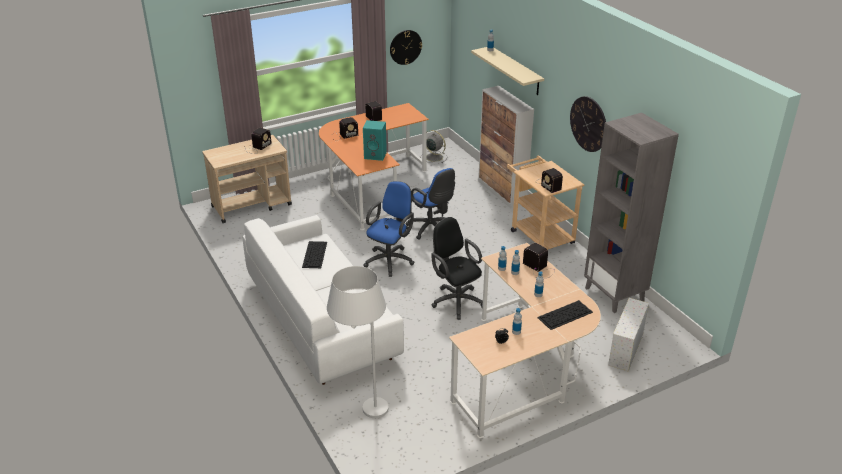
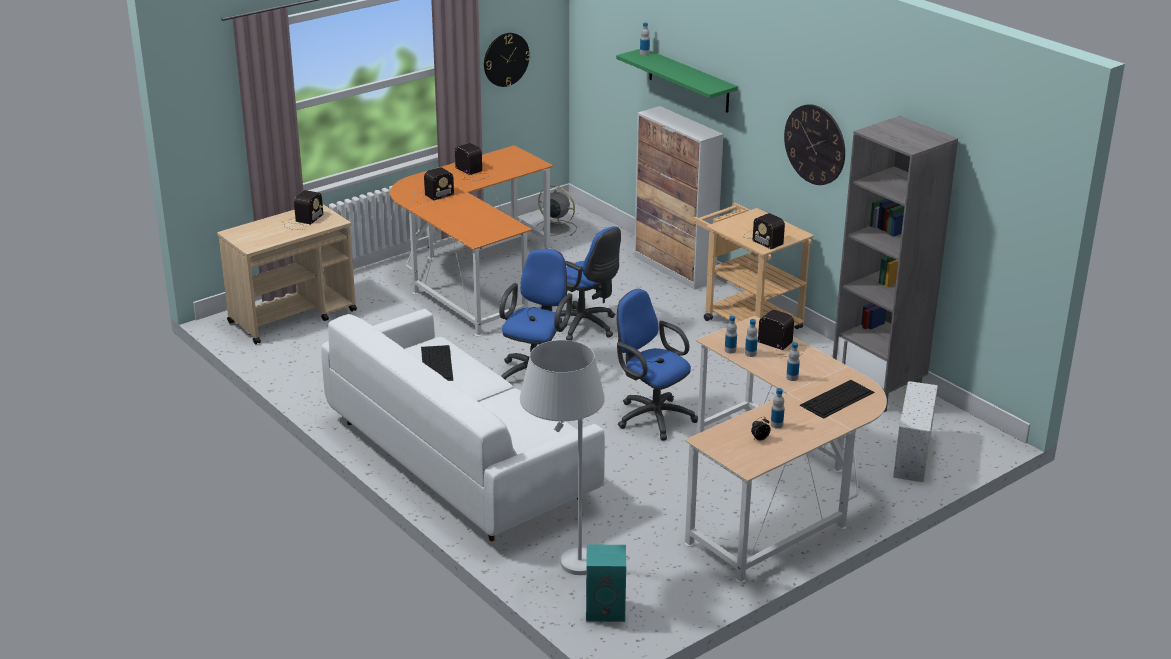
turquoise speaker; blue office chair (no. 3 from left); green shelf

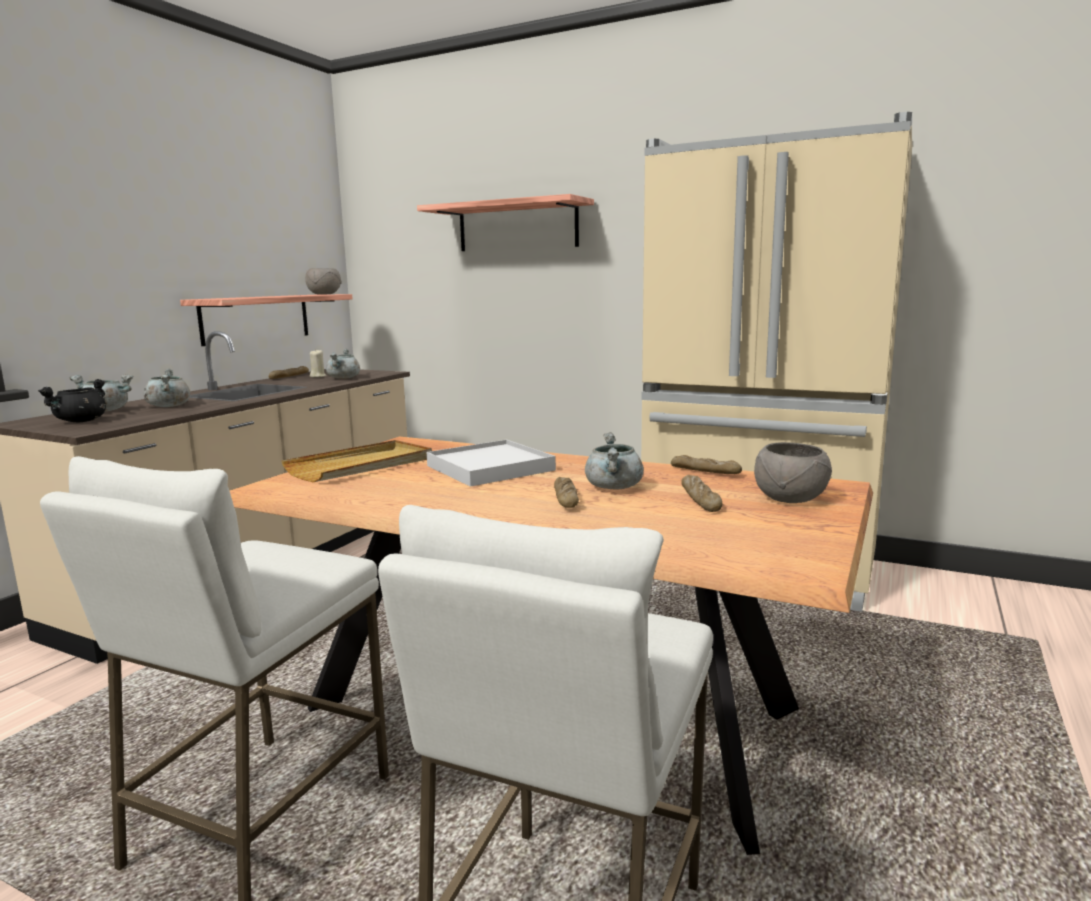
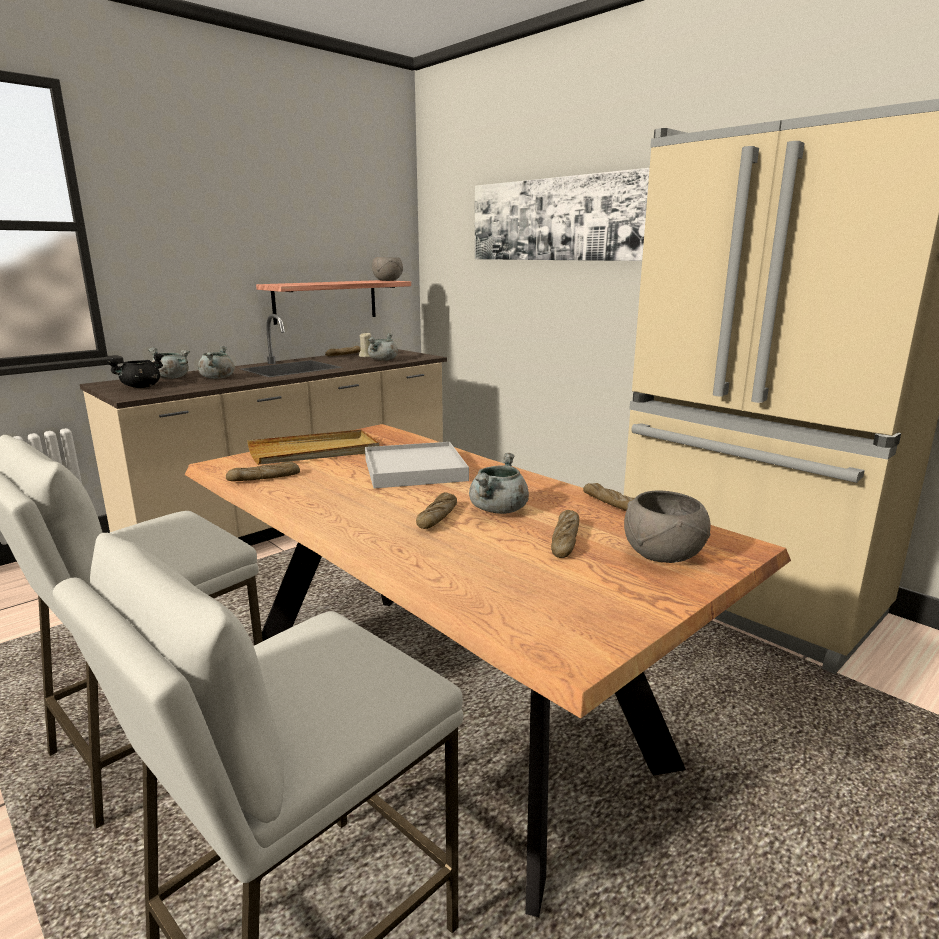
picture; bread (no. 1 from left)

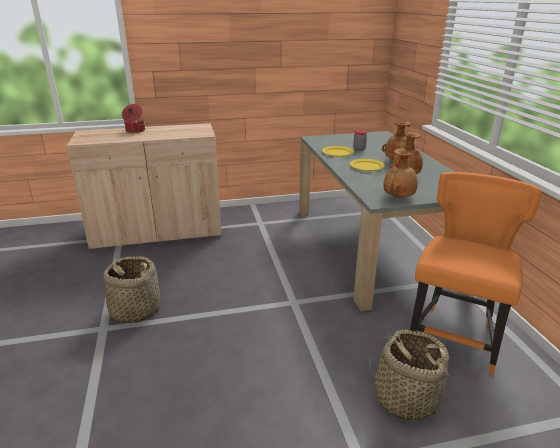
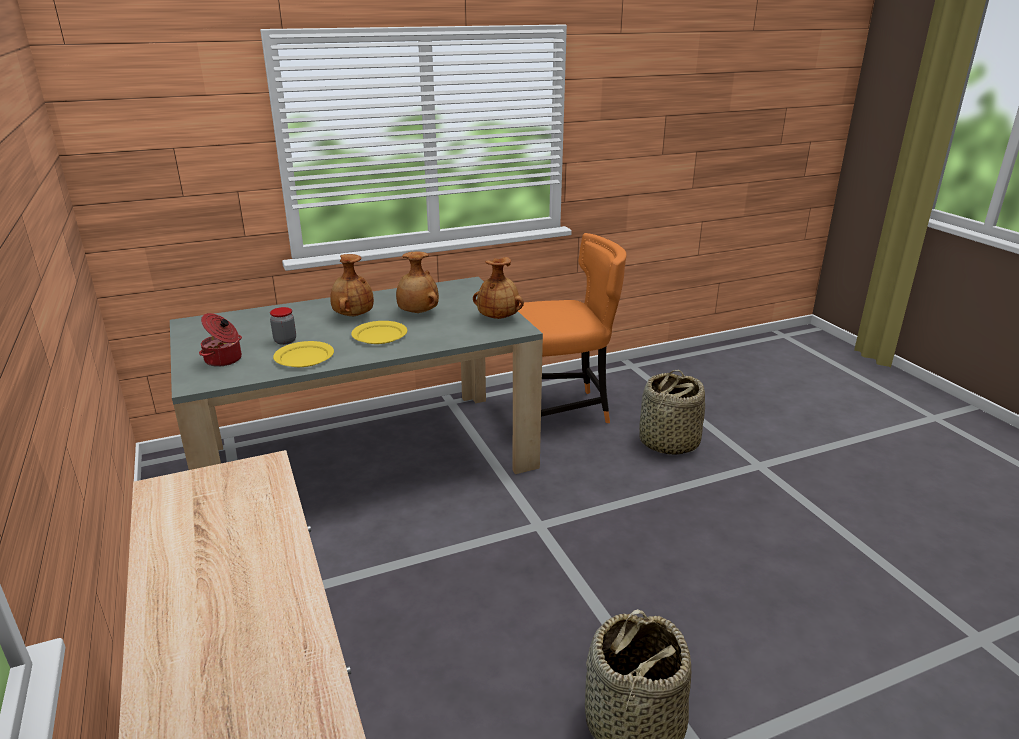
cooking pot; orange chair

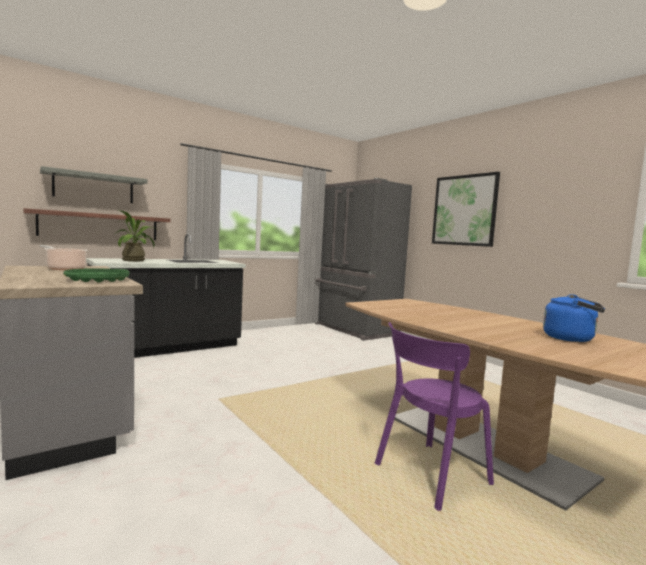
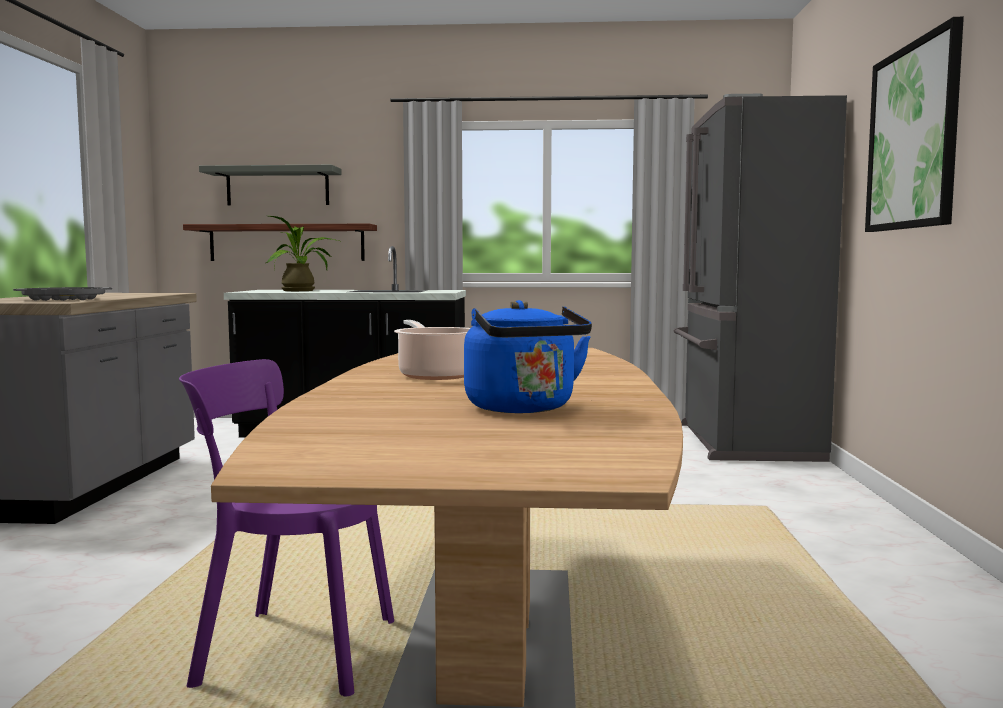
cooking pot; grey tray

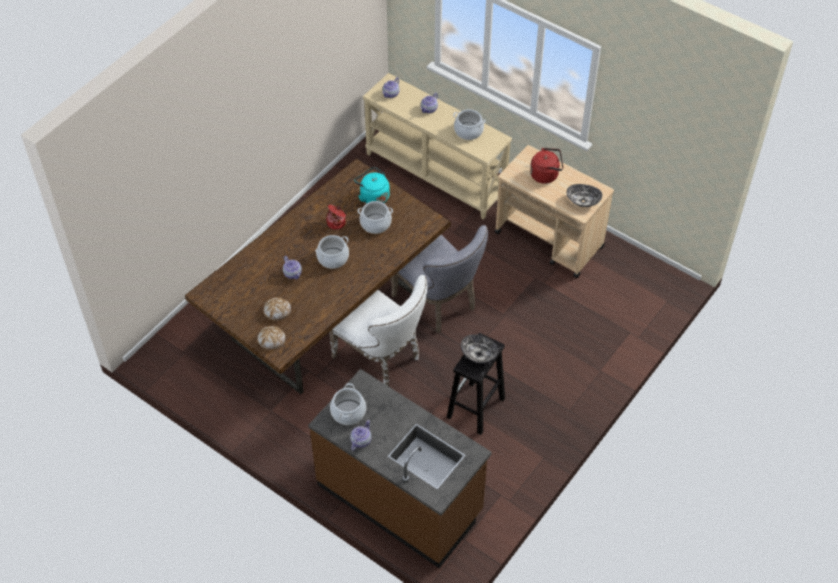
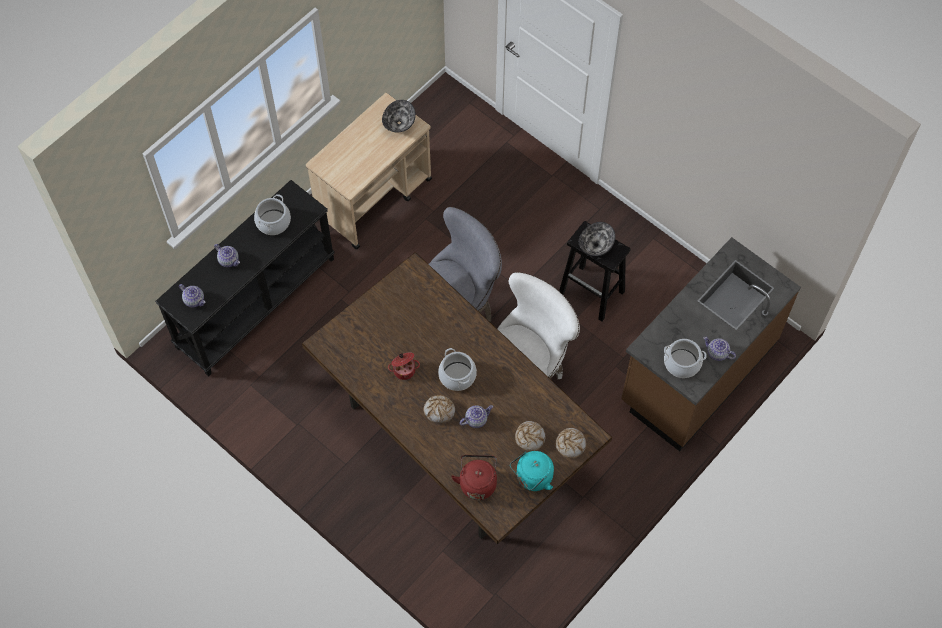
turquoise kettle; cooking pot (no. 4 from left in the first image); black console table; red kettle; bread (no. 1 from left)

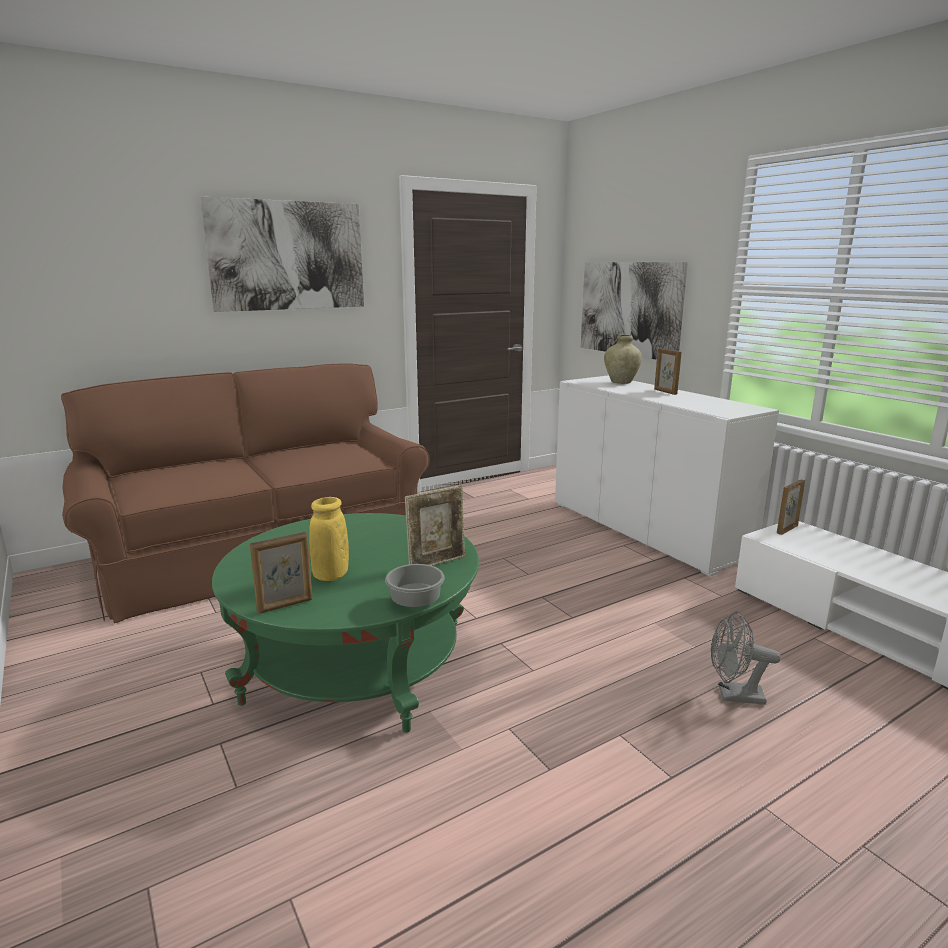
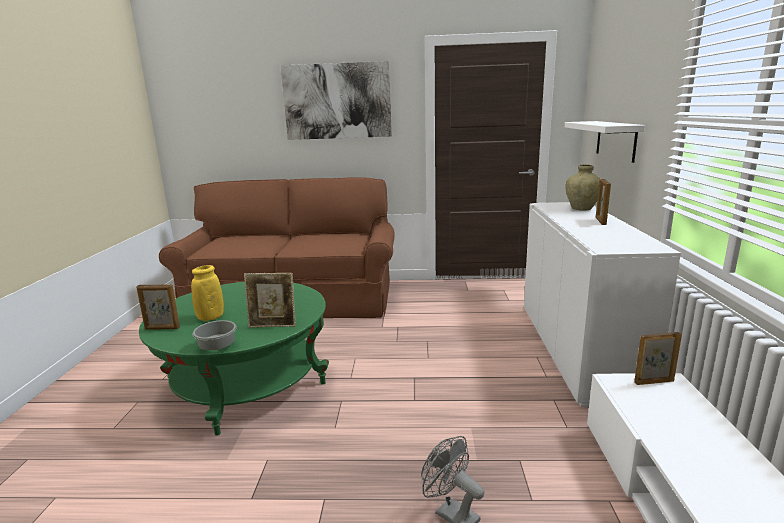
white shelf

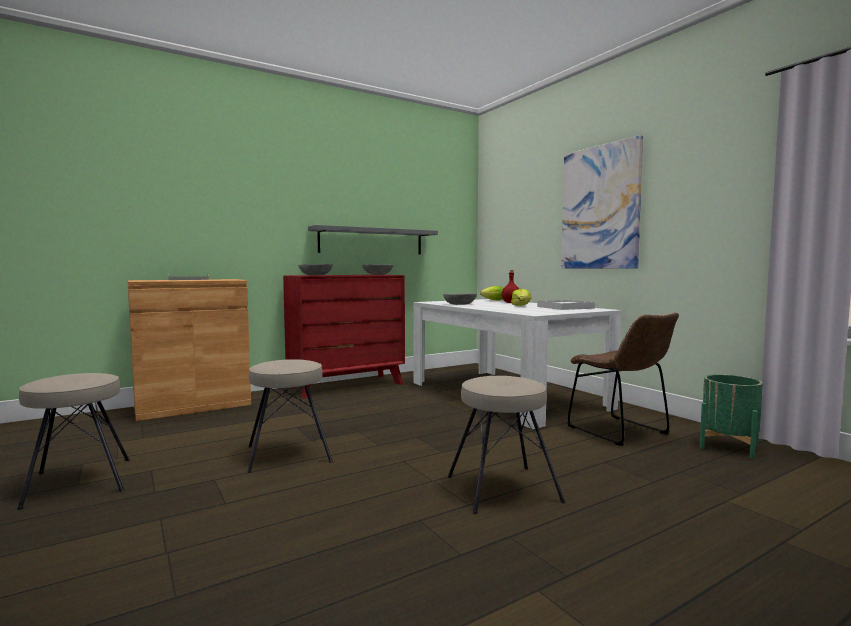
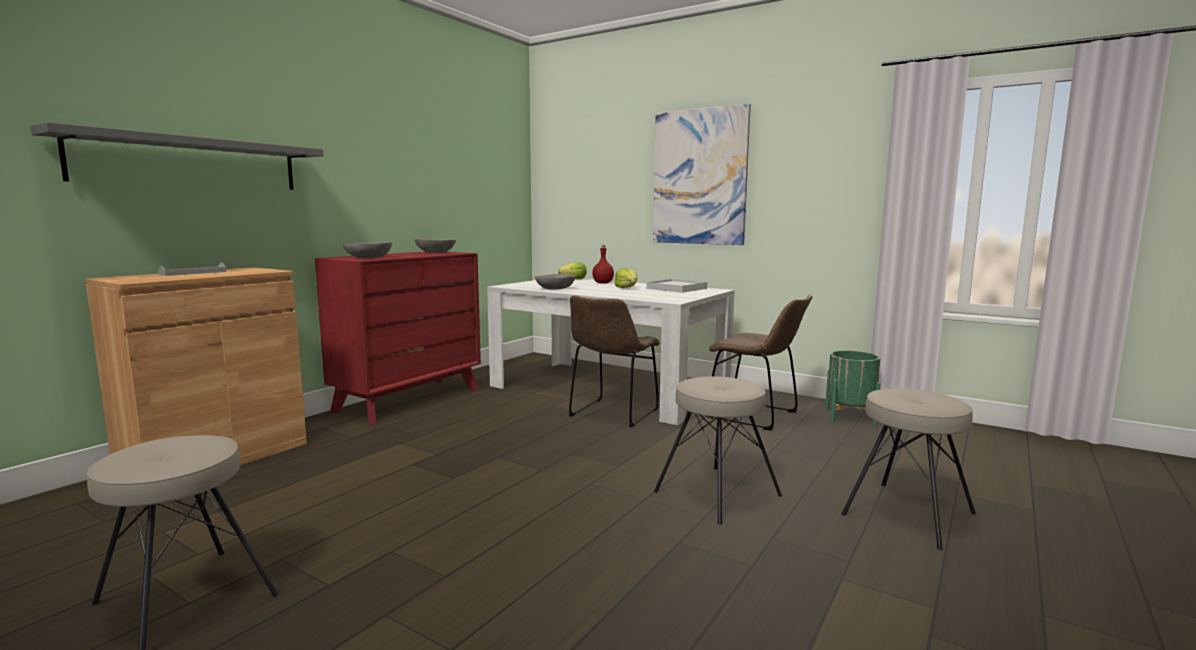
beige stool (no. 3 from left); grey shelf; brown chair (no. 1 from left)

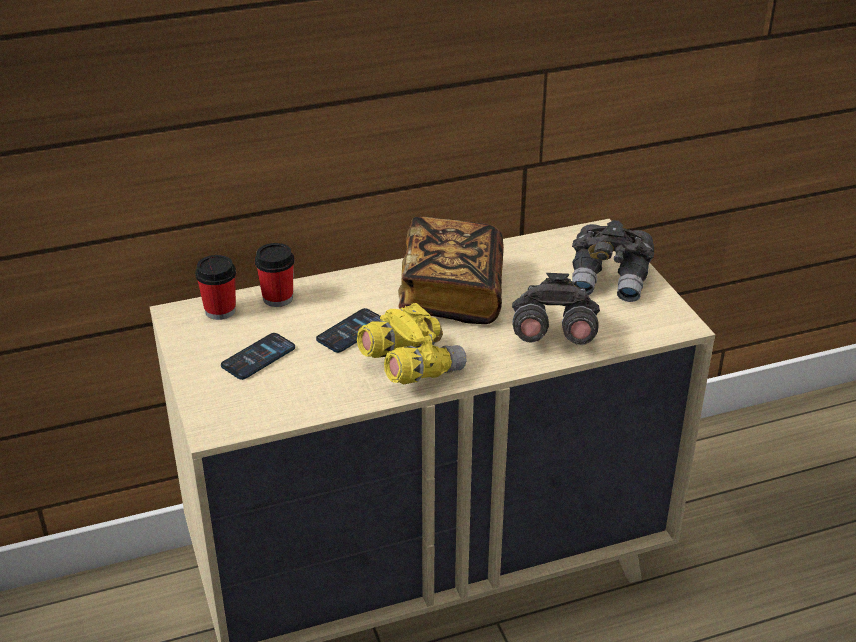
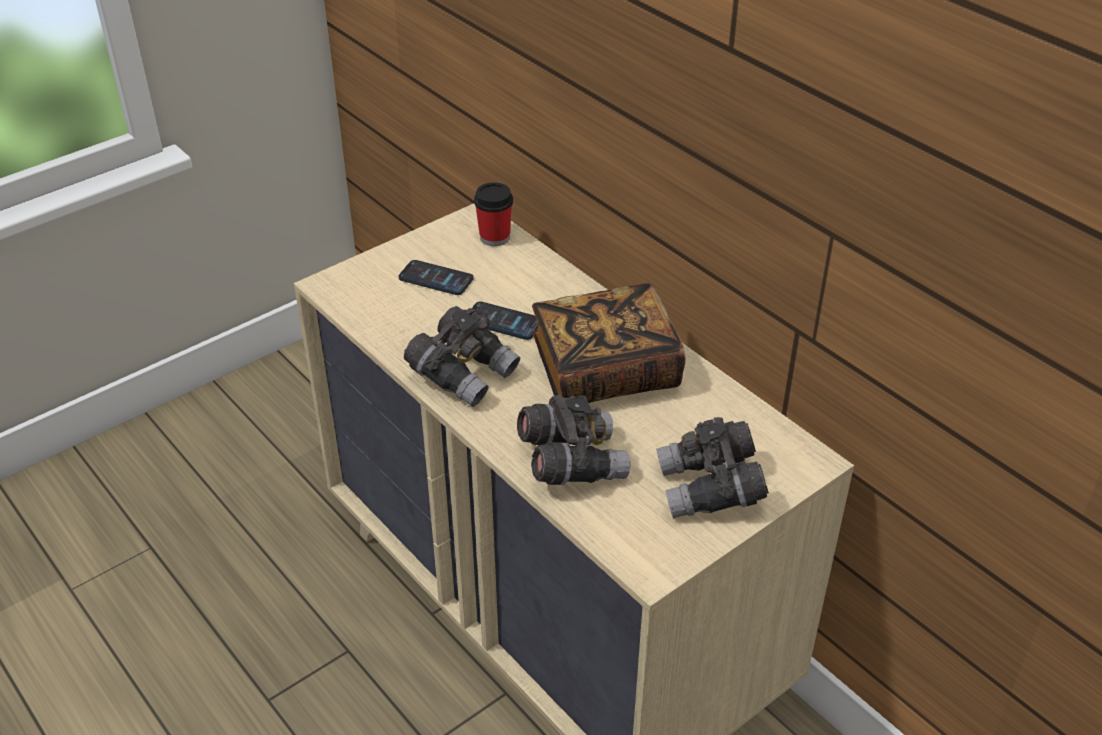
cup (no. 2 from left in the first image); grey binoculars (no. 1 from left)

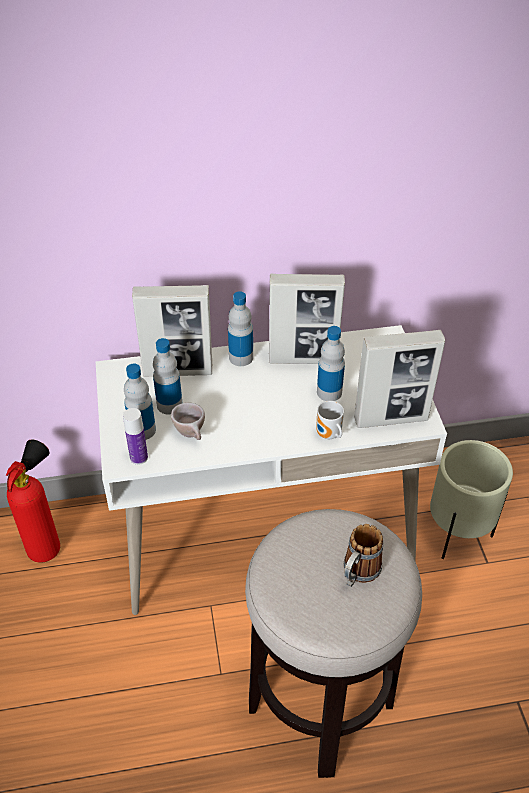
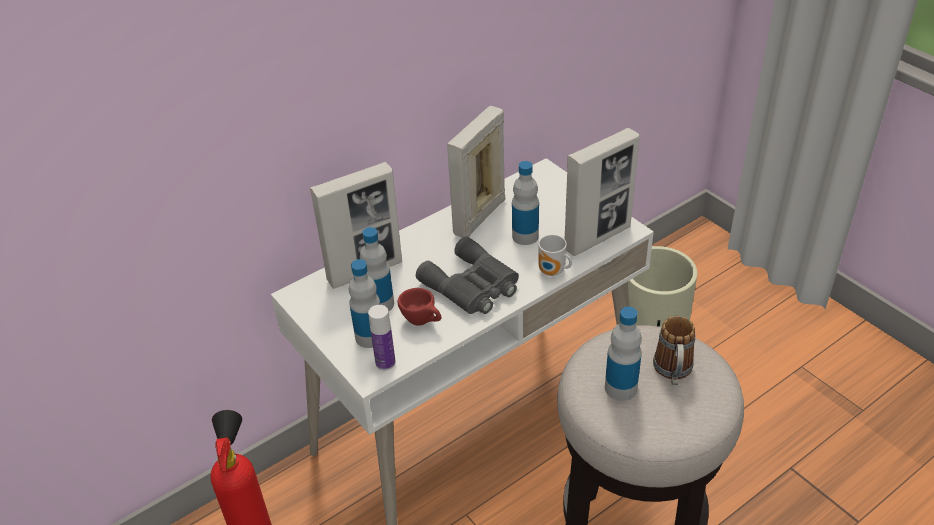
red cup; bottle (no. 5 from left); picture frame (no. 2 from left); grey binoculars

